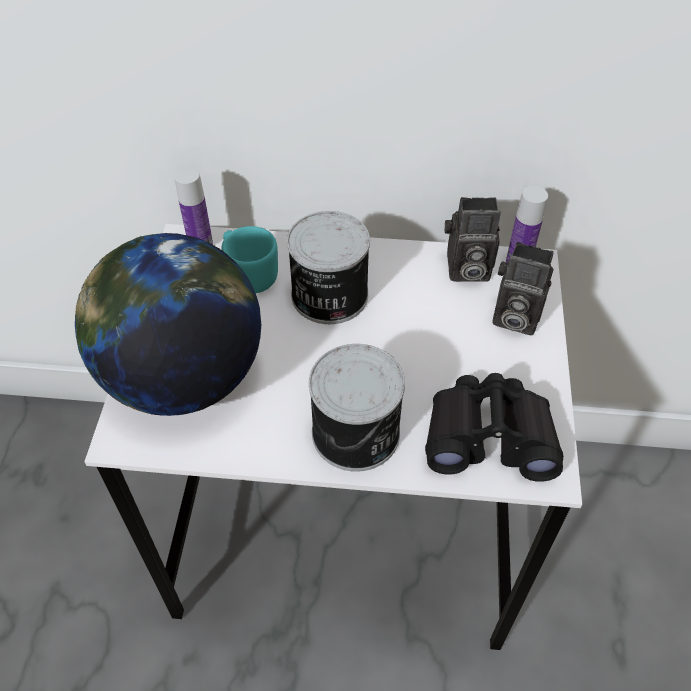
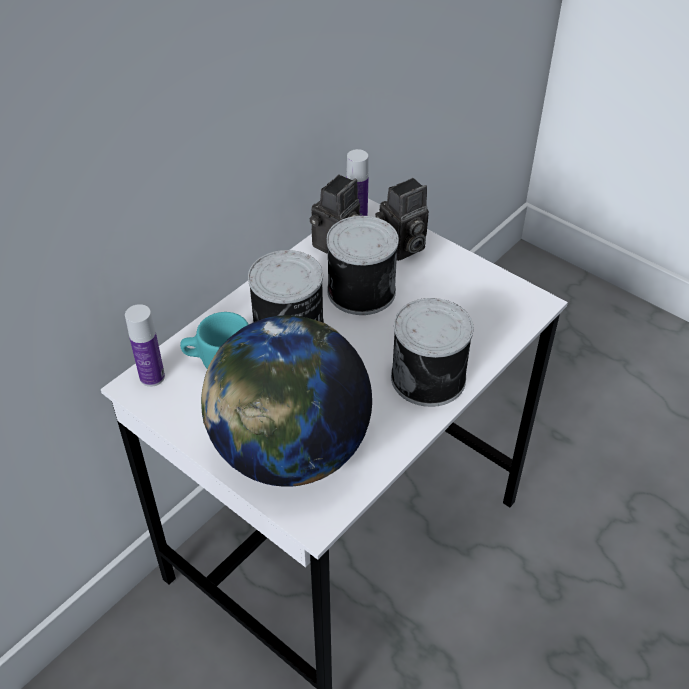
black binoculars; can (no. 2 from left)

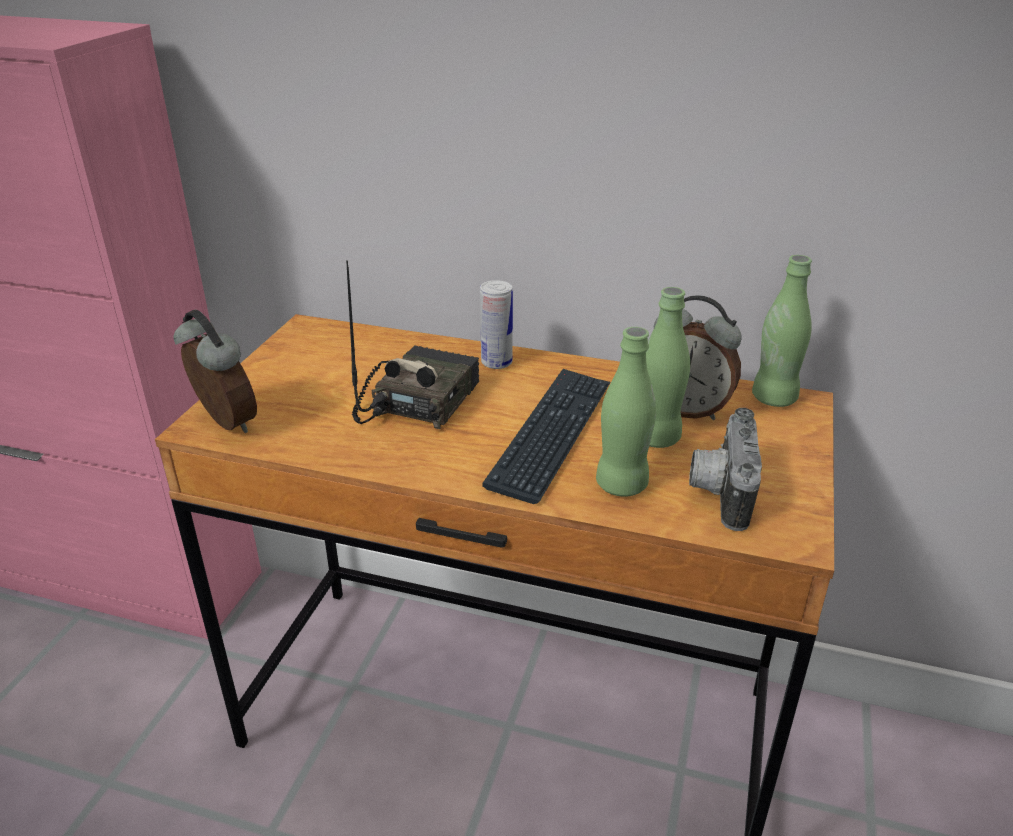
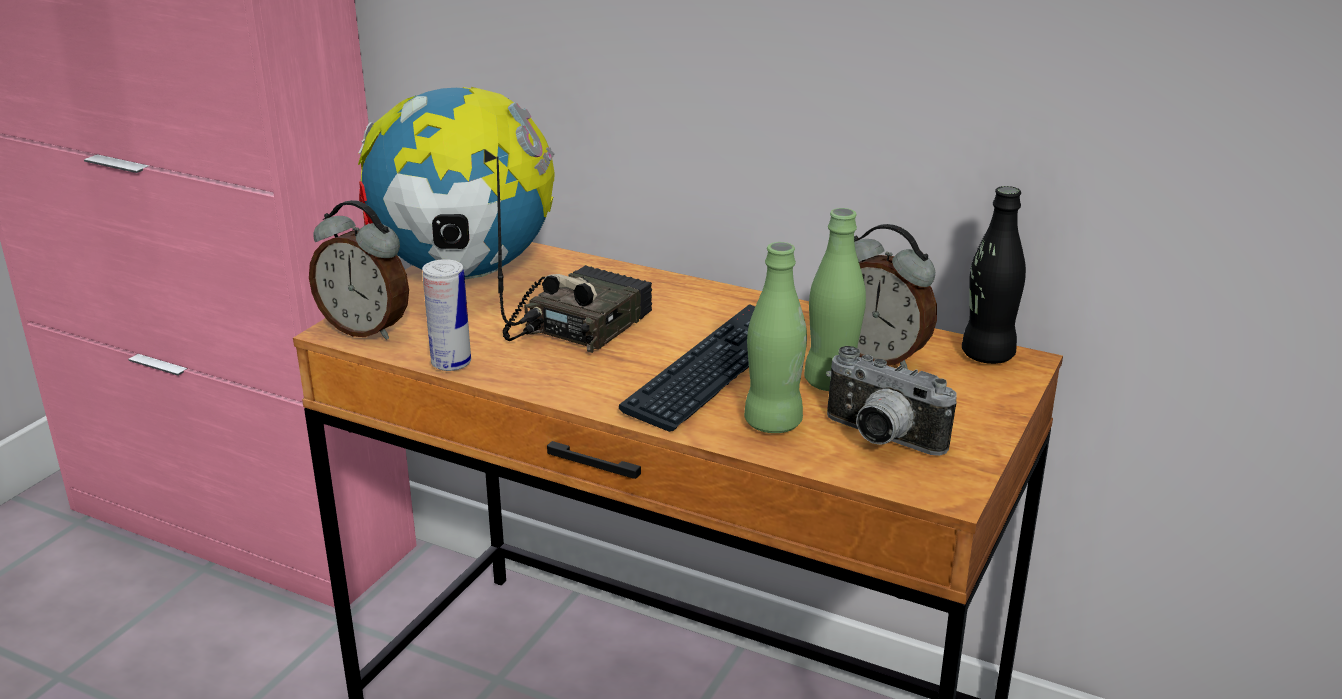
alarm clock (no. 1 from left); can; photo camera; black bottle; globe

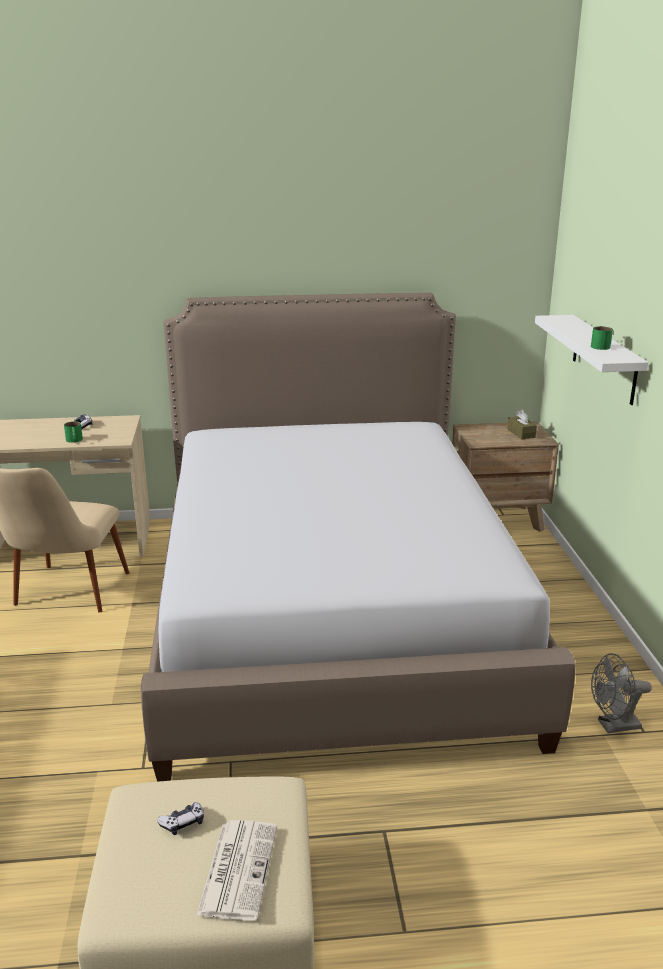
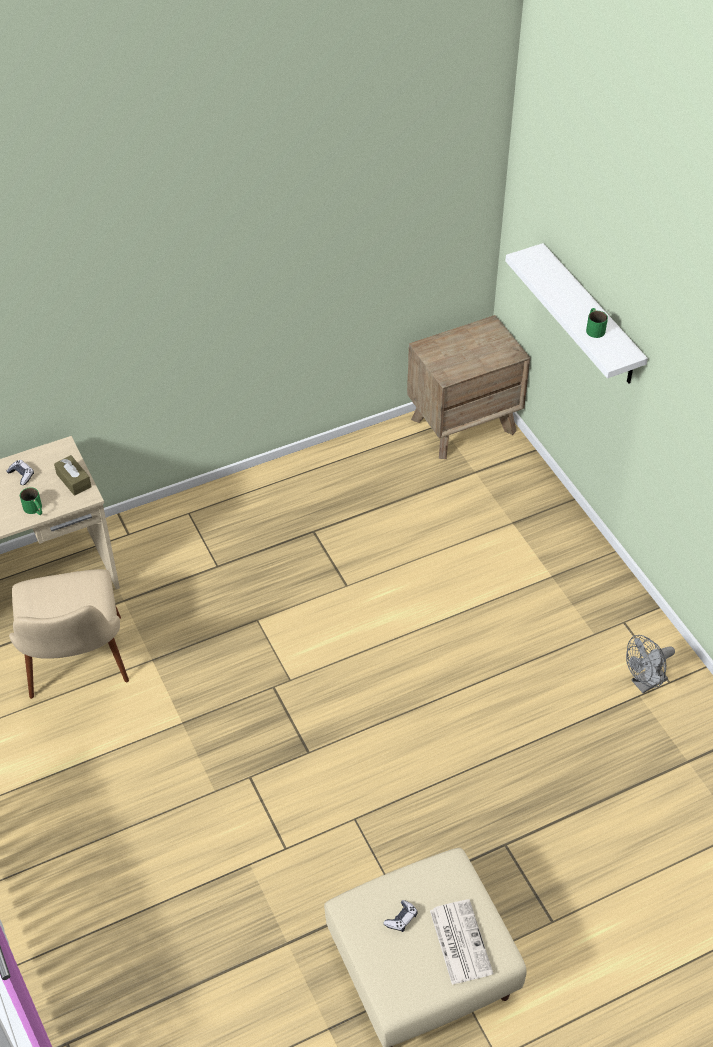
bed; brown tissue box

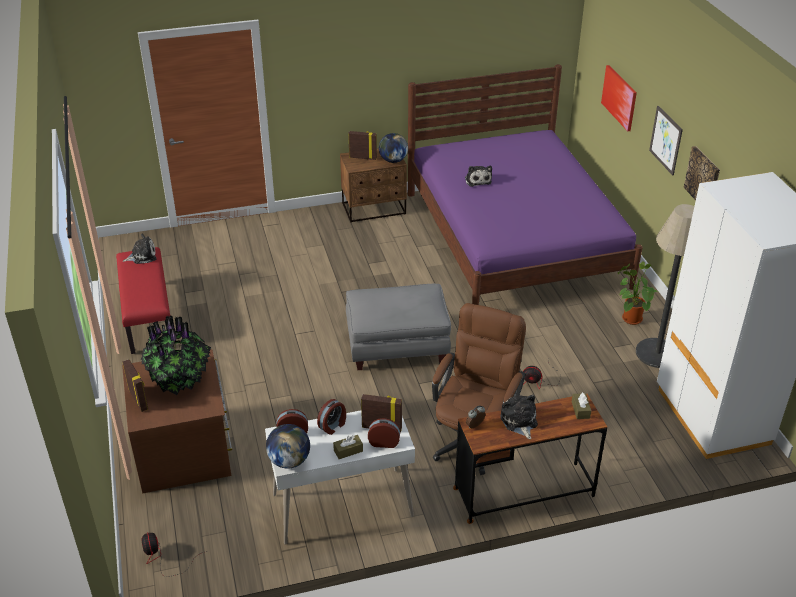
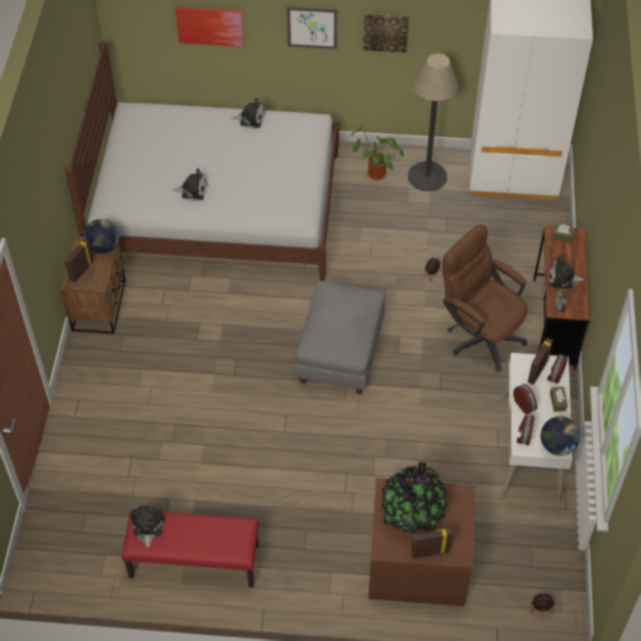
white bed; plush toy (no. 3 from left)

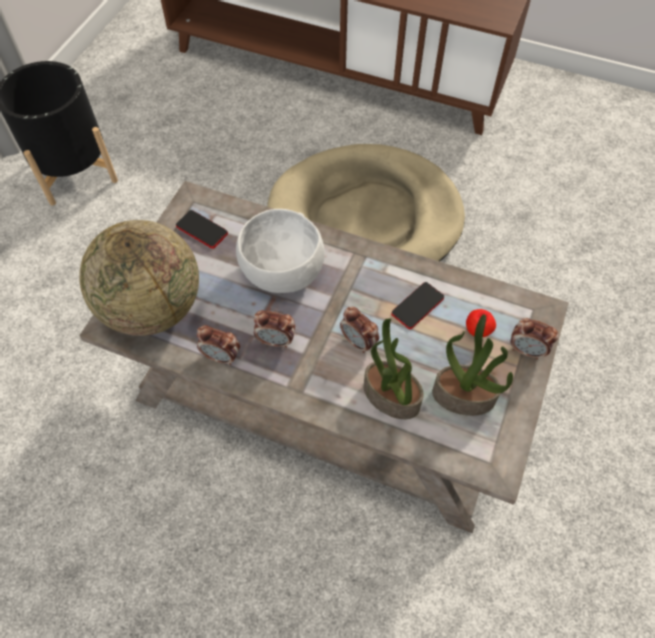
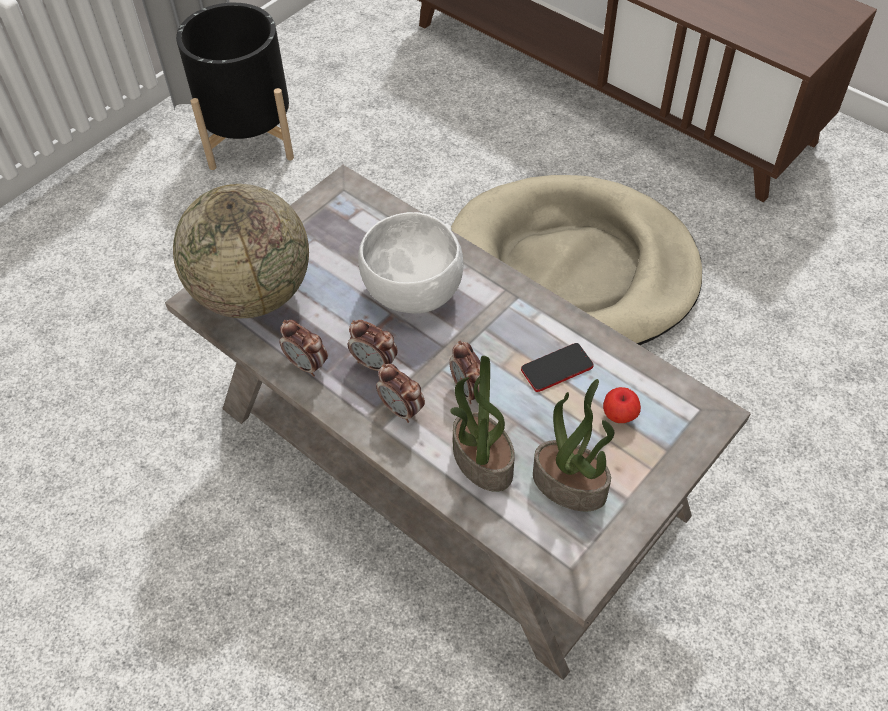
phone (no. 1 from left in the first image); alarm clock (no. 3 from left)

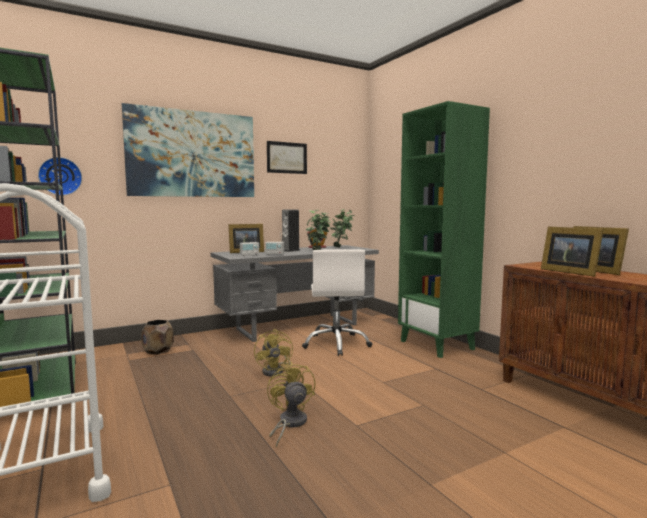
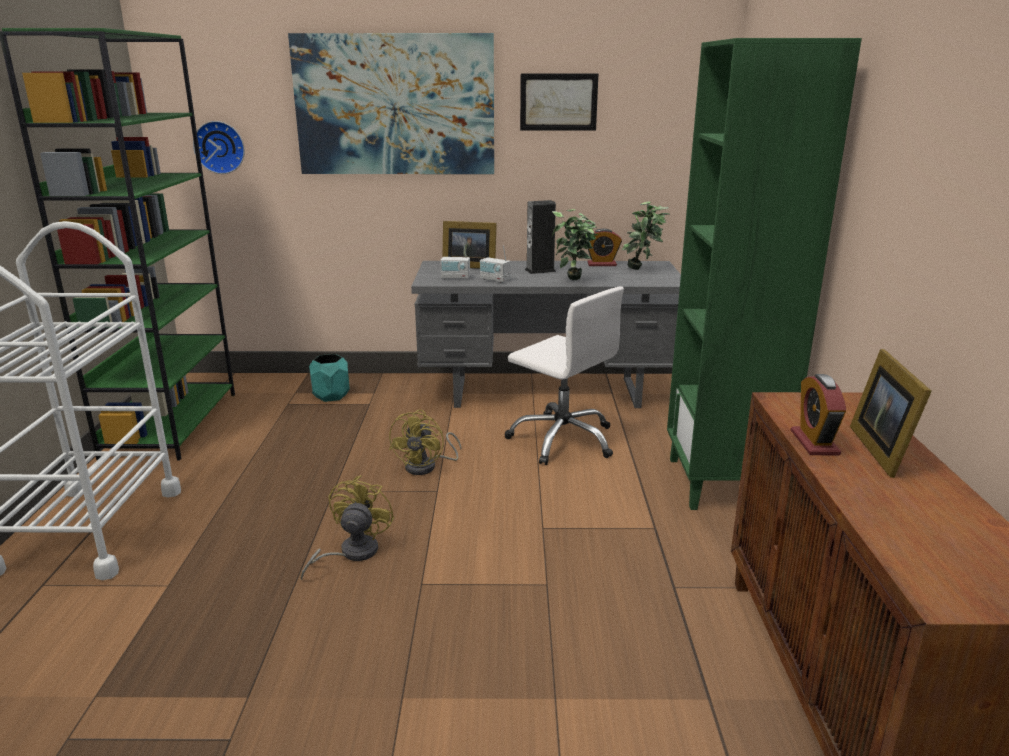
turquoise planter; white office chair; alarm clock (no. 2 from left)

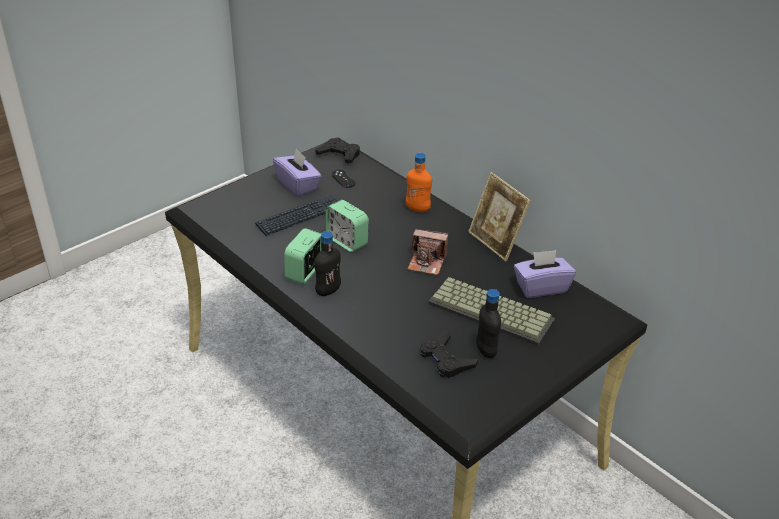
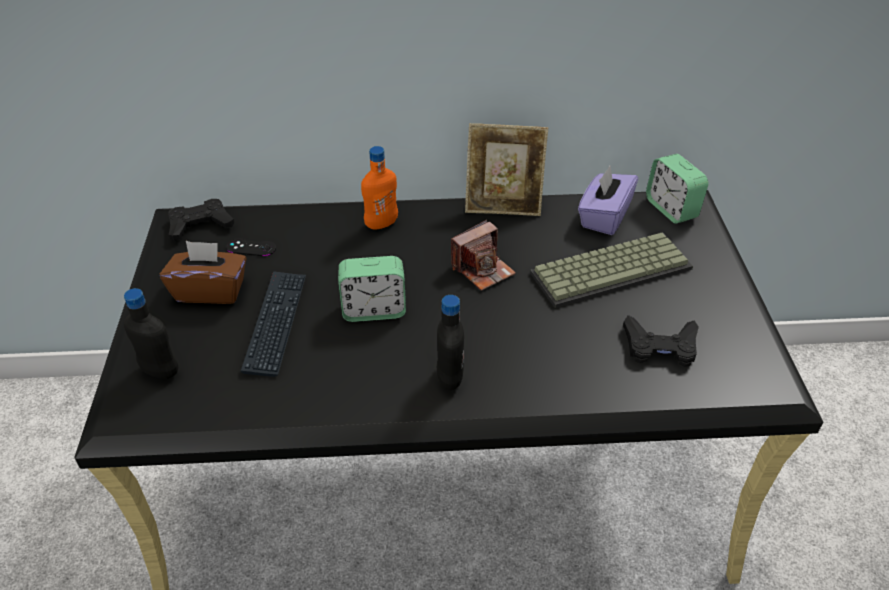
brown tissue box; alarm clock (no. 2 from left); black bottle (no. 1 from left)

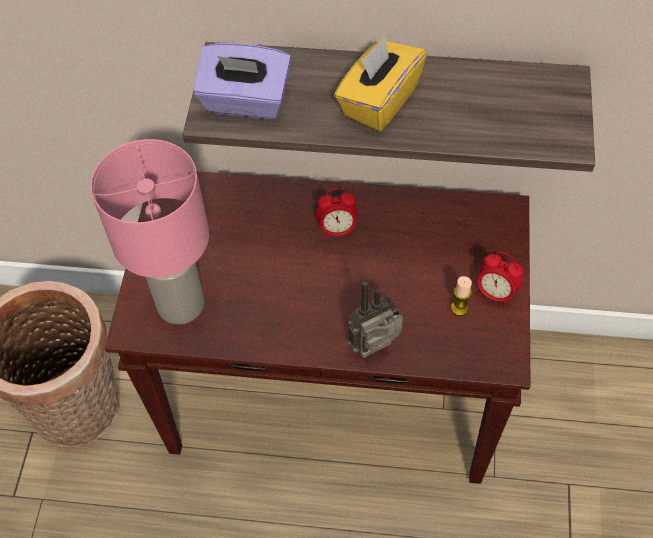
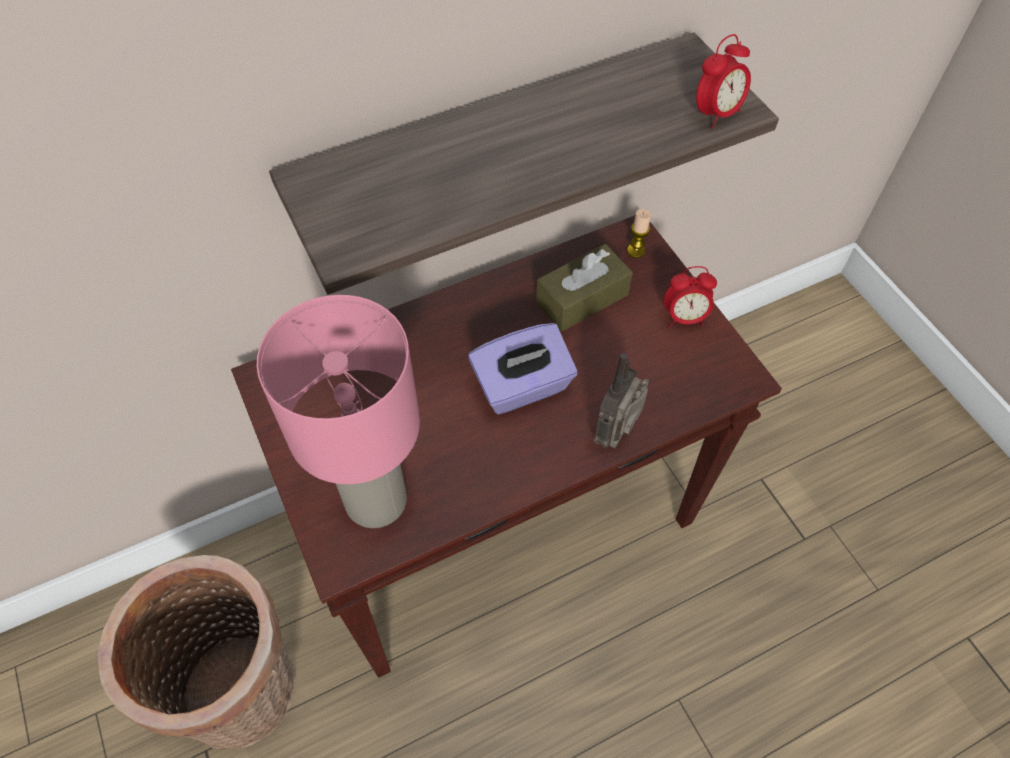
purple tissue box; alarm clock (no. 2 from left); yellow tissue box; candle; brown tissue box

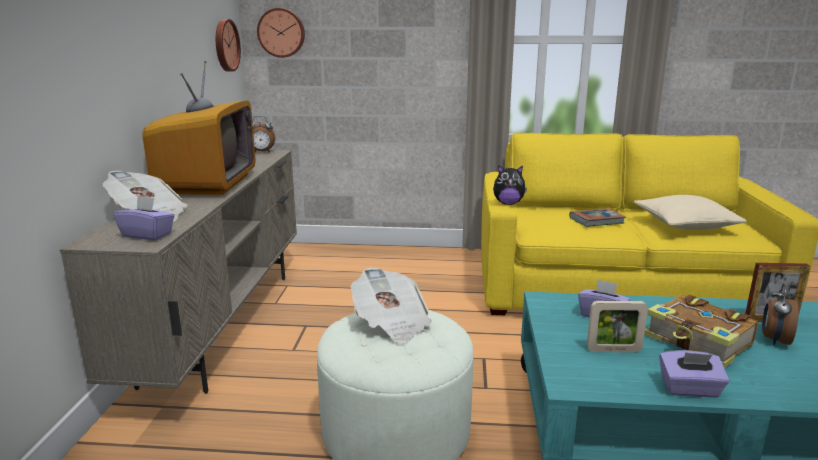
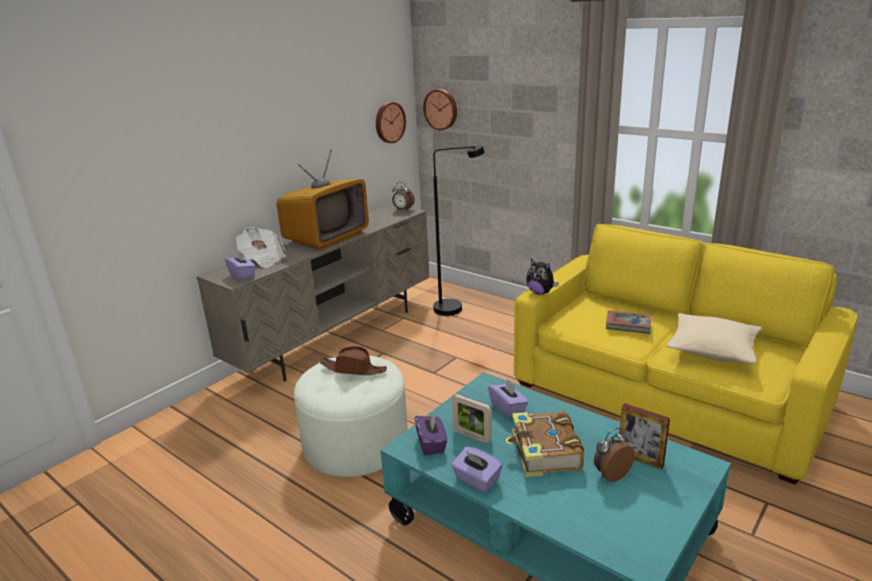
brown hat; purple tissue box (no. 2 from left); black floor lamp

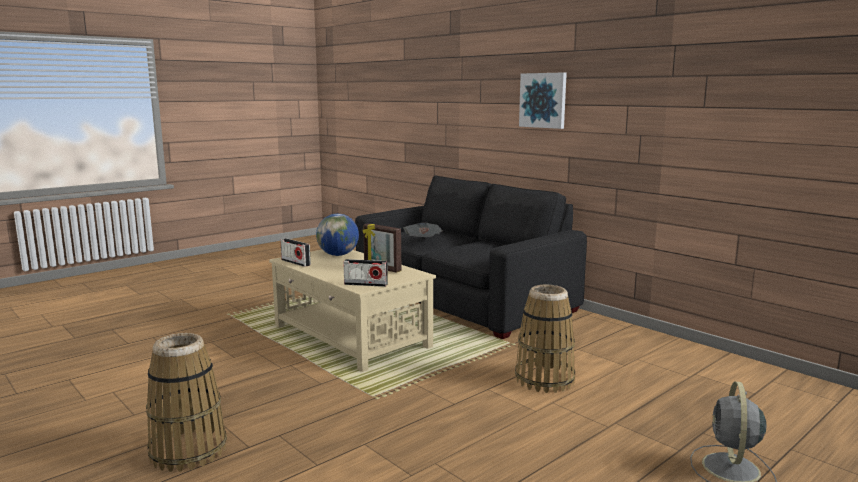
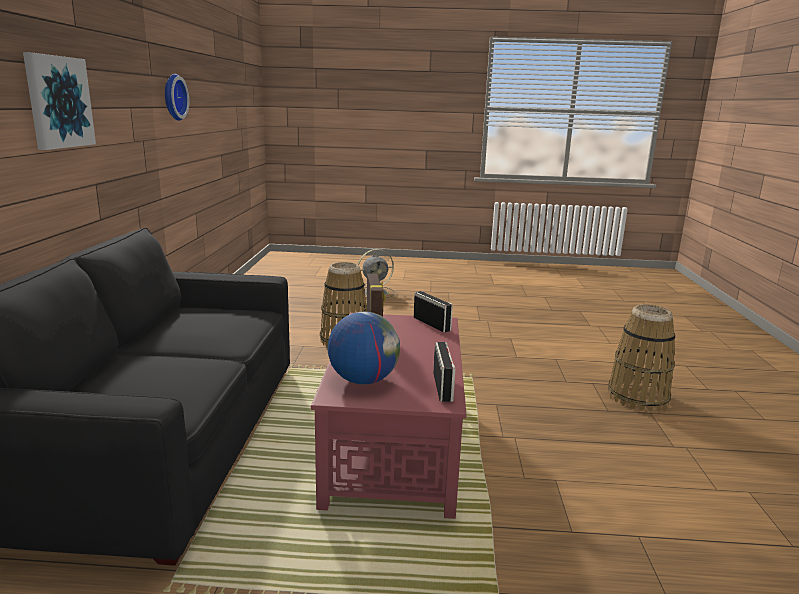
red coffee table; newspaper; wall clock

